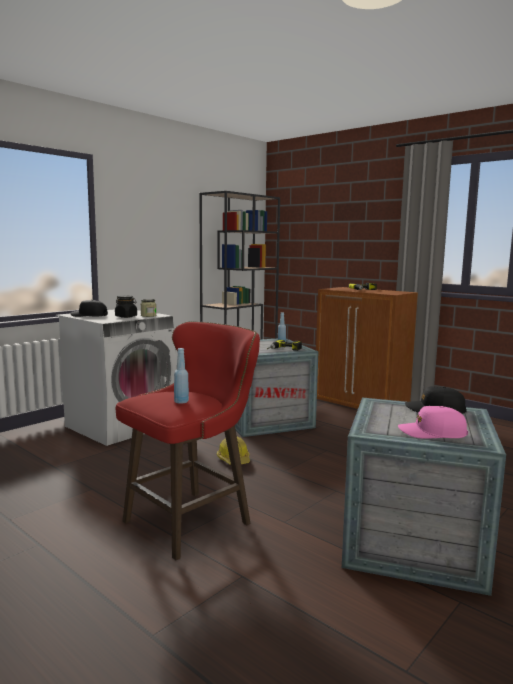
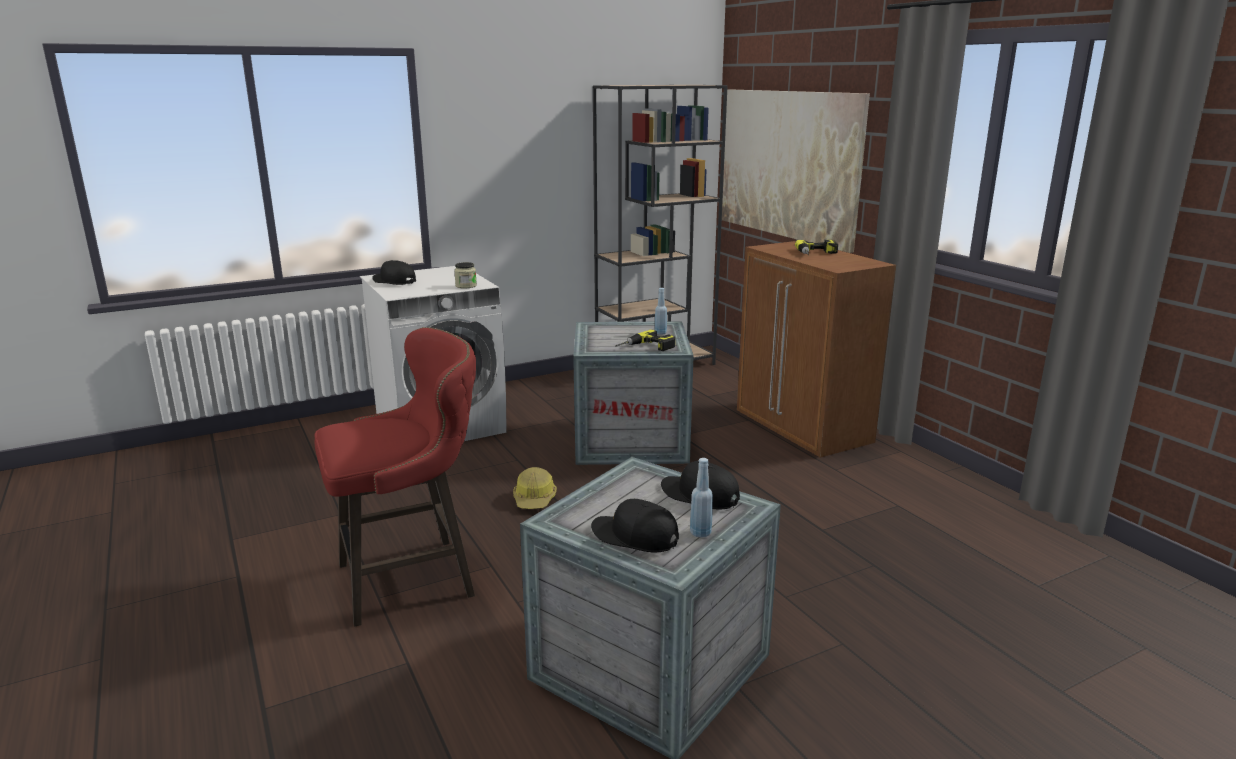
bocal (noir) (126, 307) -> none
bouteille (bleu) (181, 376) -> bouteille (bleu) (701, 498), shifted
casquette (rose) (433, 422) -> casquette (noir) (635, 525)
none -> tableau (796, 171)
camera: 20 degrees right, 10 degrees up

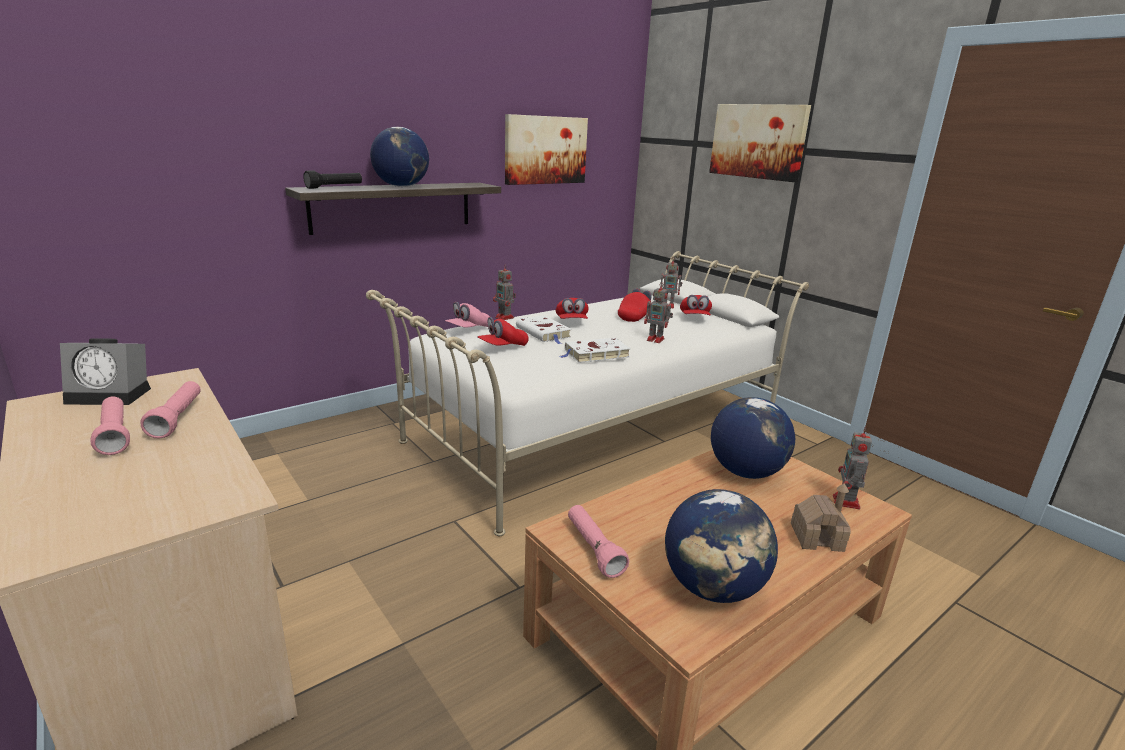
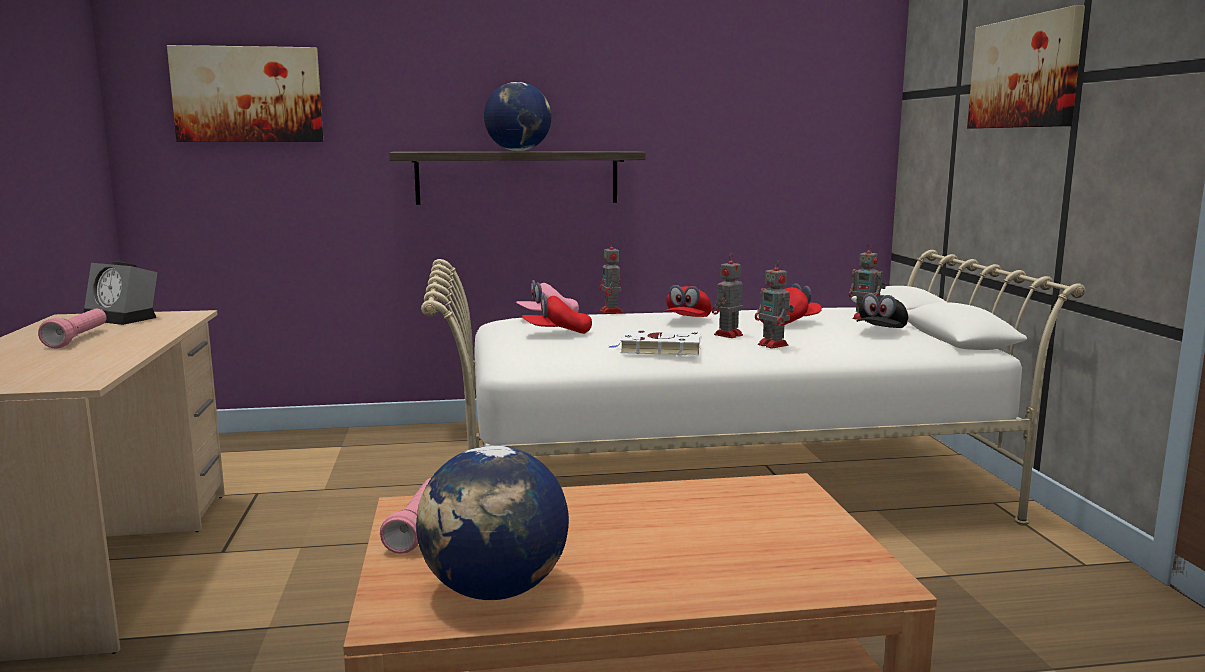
lampe de poche (rose) (170, 409) -> none
lampe de poche (noir) (332, 179) -> none
tableau (546, 149) -> tableau (245, 93), shifted
livre (blanc) (544, 329) -> none
casquette (rouge) (696, 305) -> casquette (noir) (882, 310)
globe (753, 438) -> none
maison miniature (821, 517) -> none
robot jouet (852, 467) -> robot jouet (727, 296), shifted
camera: 30 degrees right, 10 degrees down

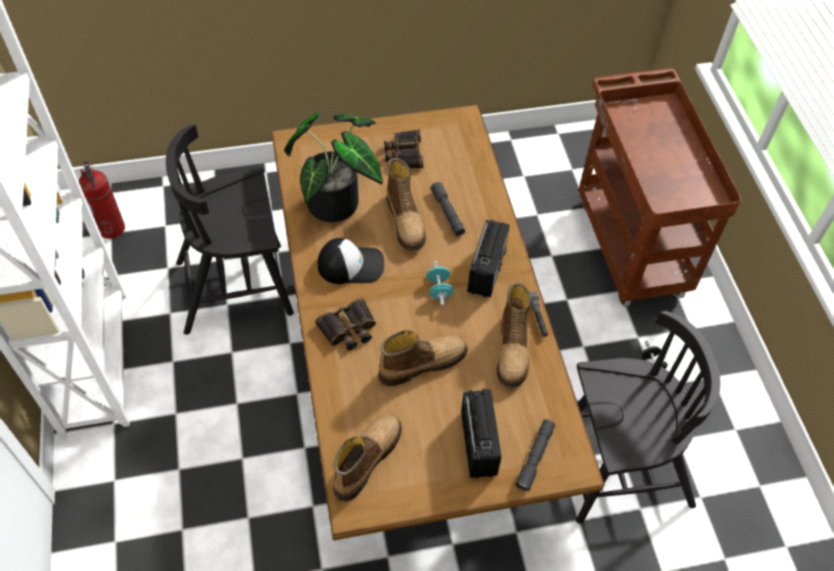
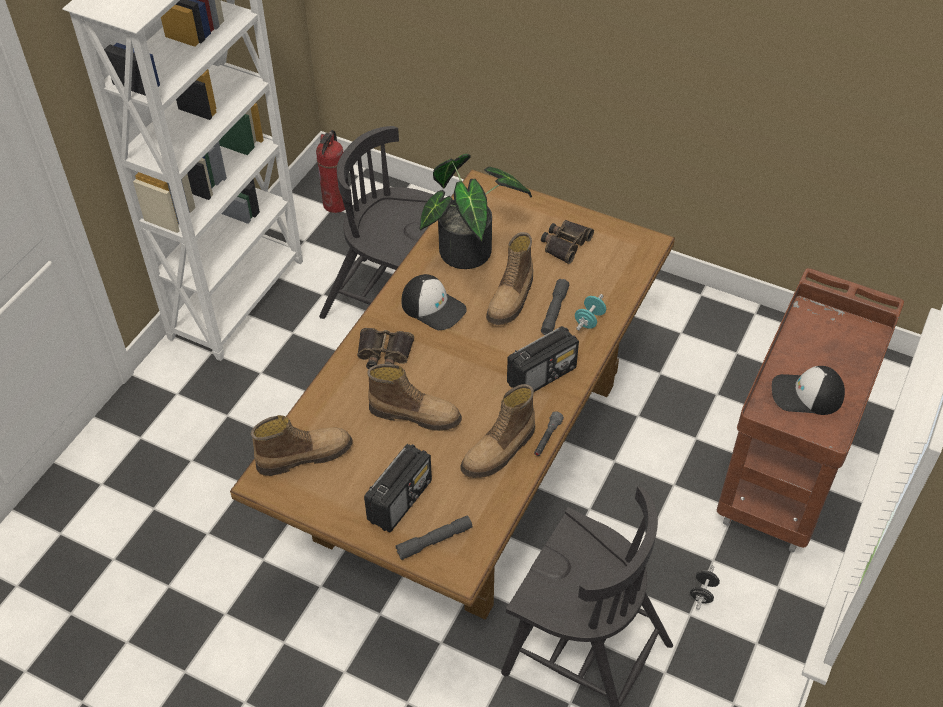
haltère (turquoise) (439, 283) -> haltère (turquoise) (590, 312), shifted
none -> casquette (808, 390)
camera: 40 degrees right, 5 degrees down

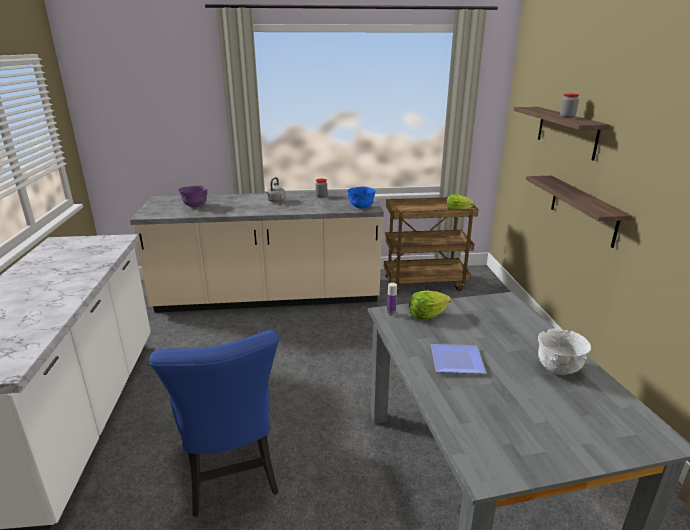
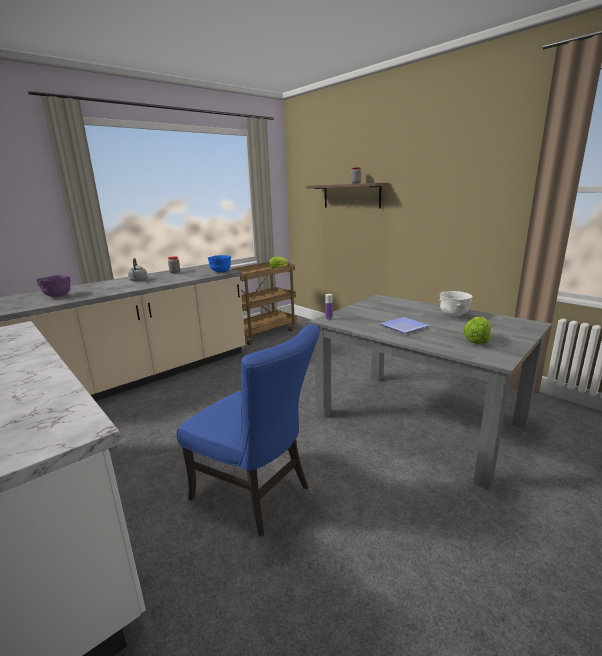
laitue (430, 305) -> laitue (477, 330), shifted
étagère (579, 212) -> none
camera: 35 degrees left, 5 degrees down

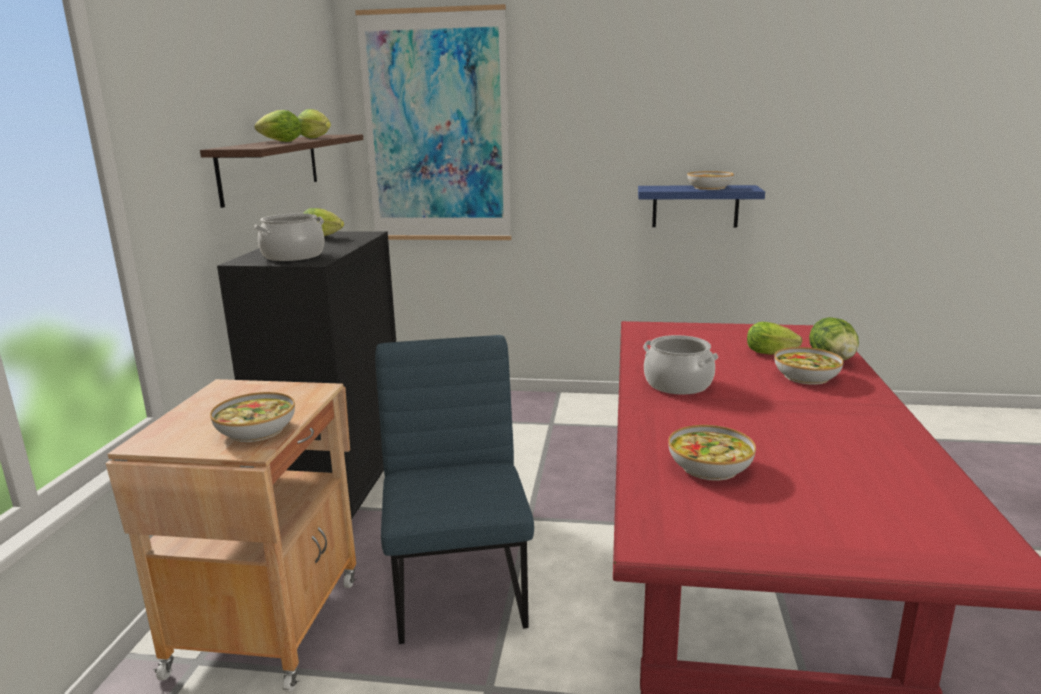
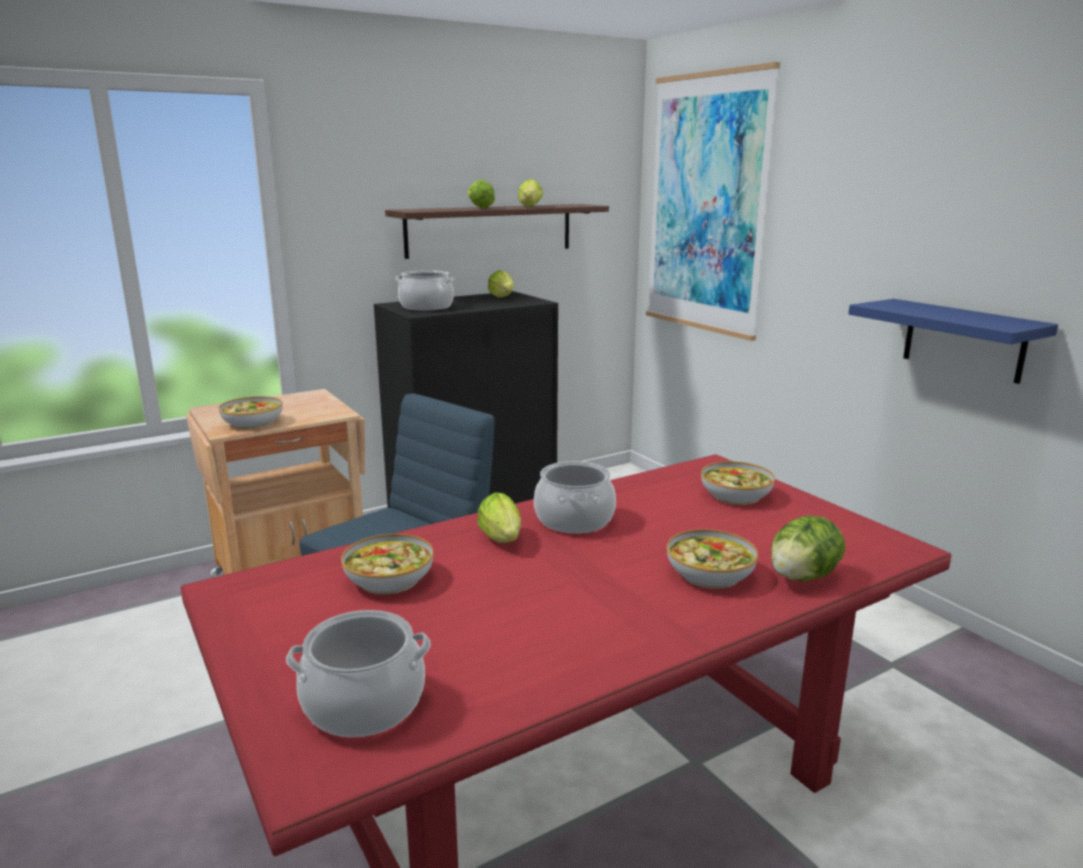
bol (710, 180) -> bol (738, 483), shifted
laitue (774, 338) -> laitue (499, 517), shifted
none -> marmite (358, 674)
camera: 50 degrees right, 0 degrees up

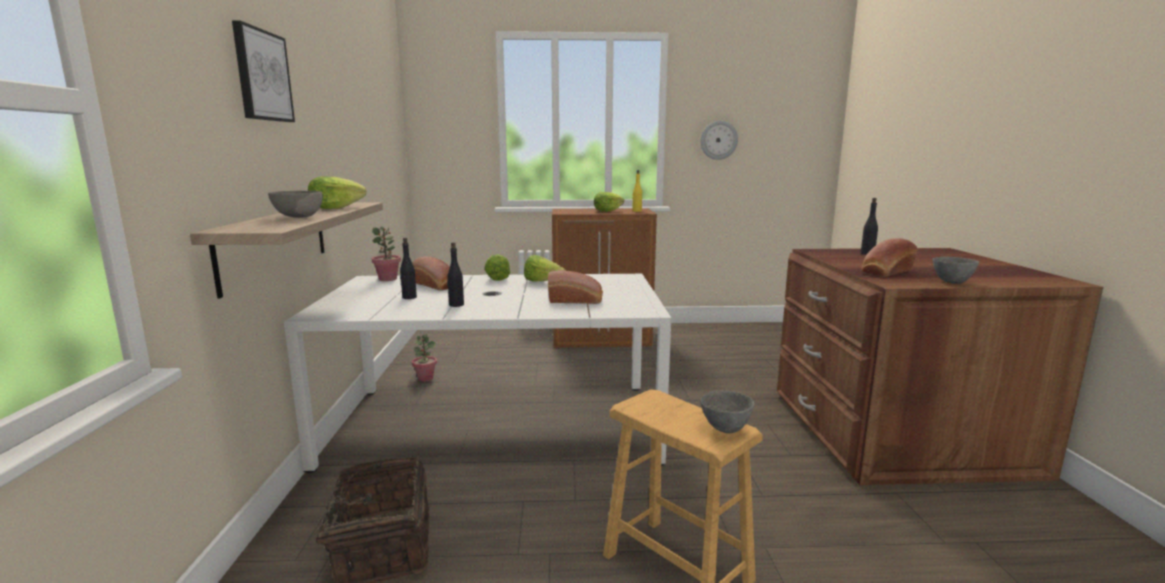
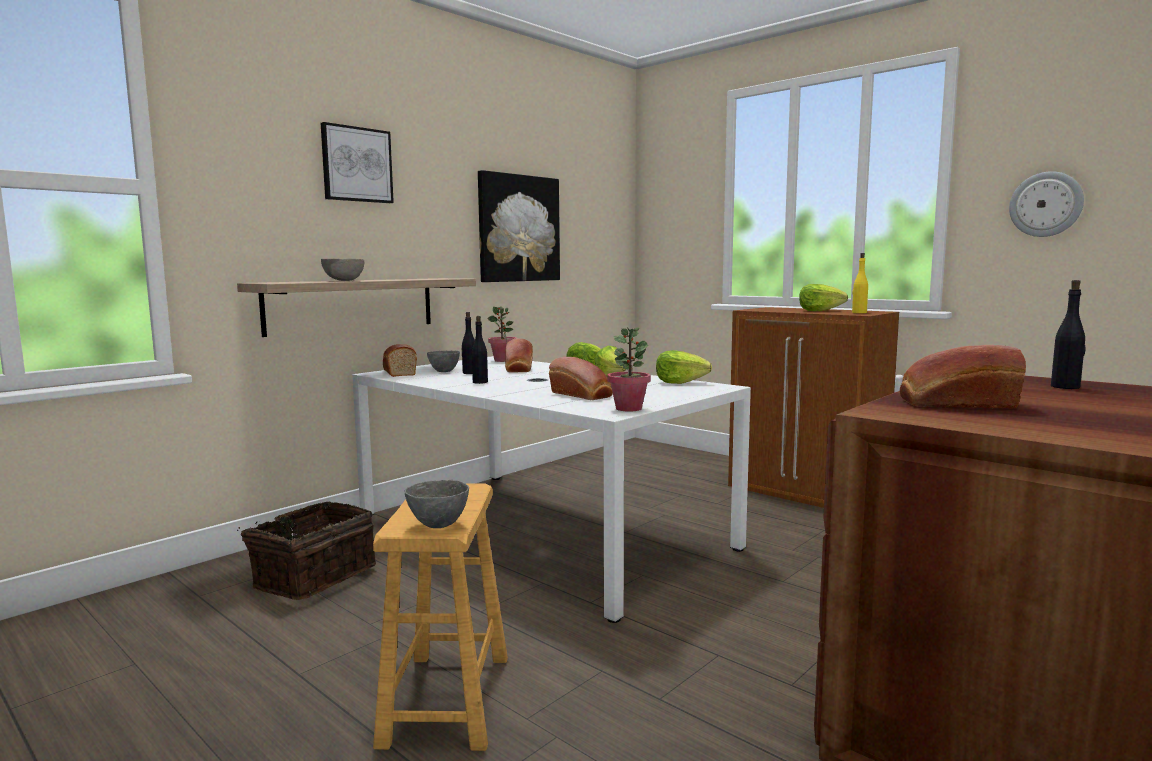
laitue (337, 192) -> laitue (684, 367), shifted
plante en pot (424, 358) -> plante en pot (629, 369), shifted
bol (gris) (956, 270) -> bol (gris) (443, 361), shifted
none -> pain (400, 360)
none -> tableau (519, 226)
camera: 45 degrees right, 5 degrees down

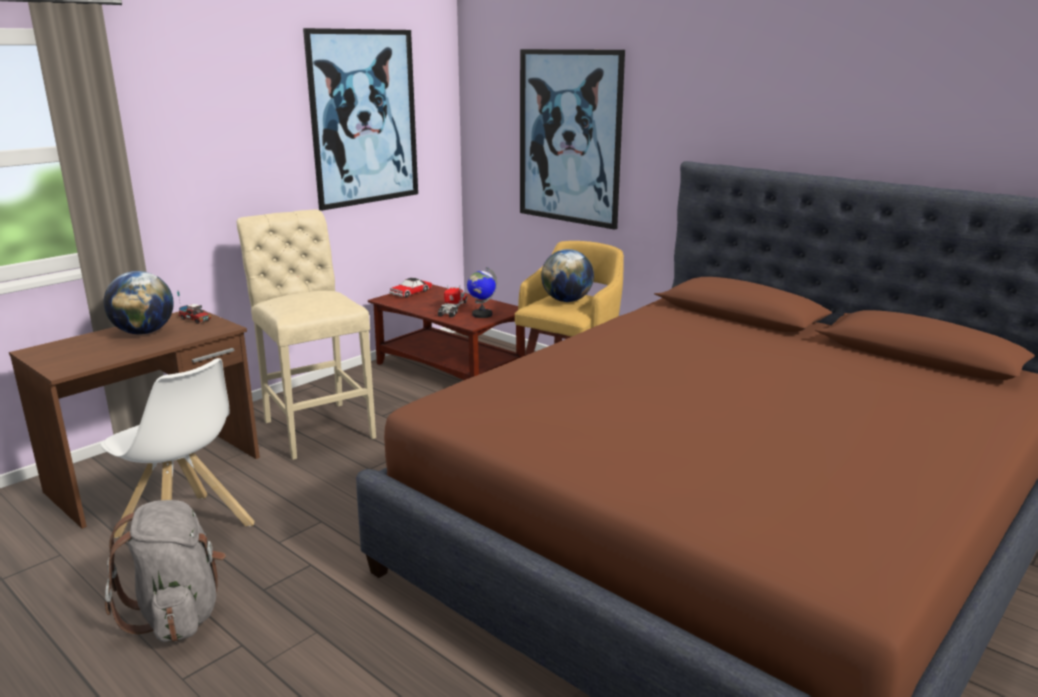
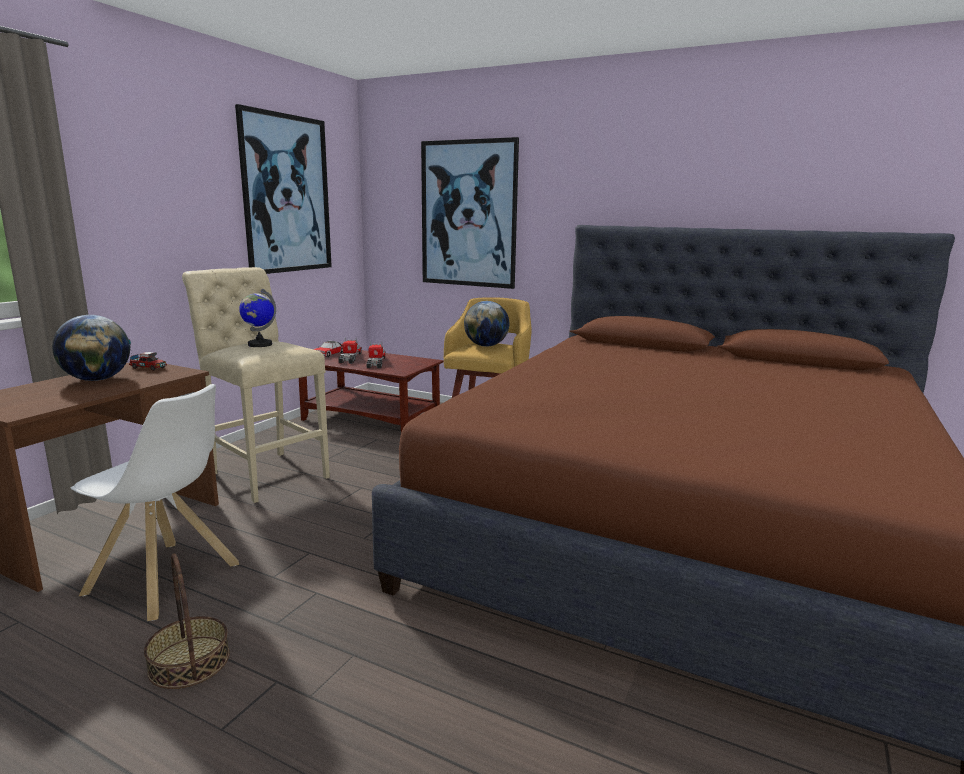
sac à dos (gris) (165, 571) -> panier (187, 621)
globe (482, 292) -> globe (257, 318), shifted
none -> camion jouet (350, 351)
camera: 15 degrees left, 5 degrees down

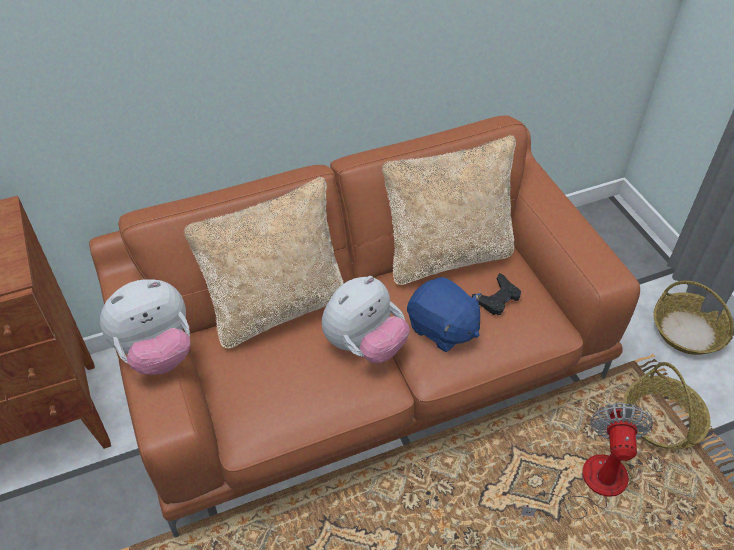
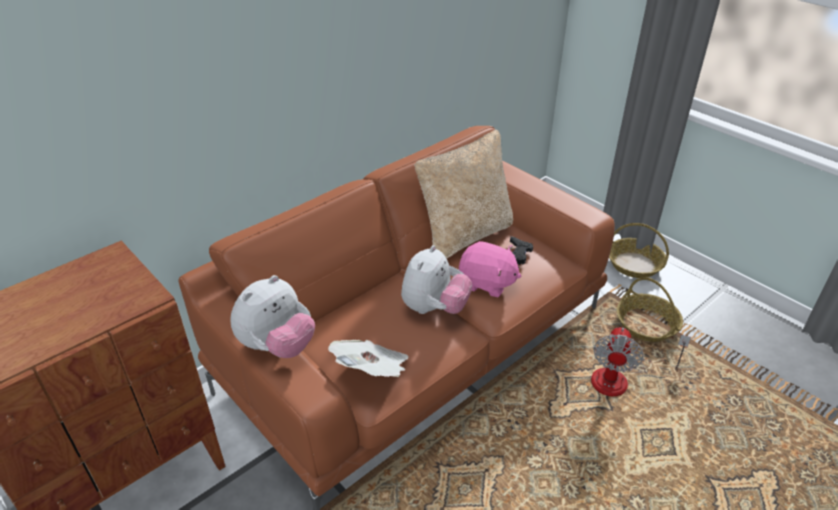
coussin (beige) (264, 262) -> none
peluche (bleu) (444, 314) -> peluche (rose) (490, 269)
ventilateur (587, 461) -> ventilateur (641, 361), 150 degrees counterclockwise
none -> journal (368, 358)
camera: 20 degrees left, 10 degrees down

